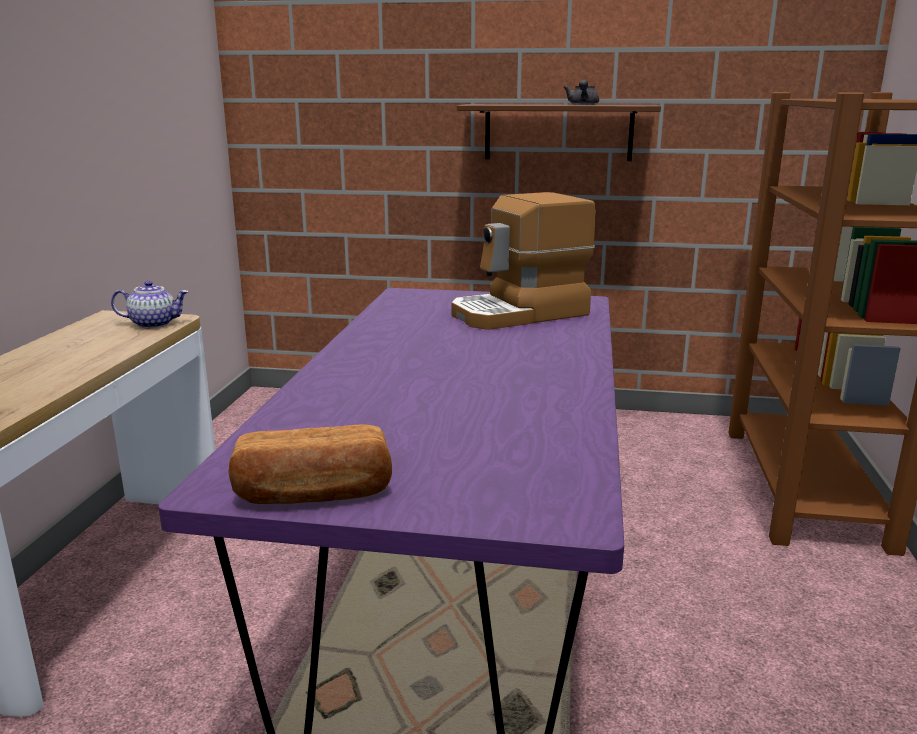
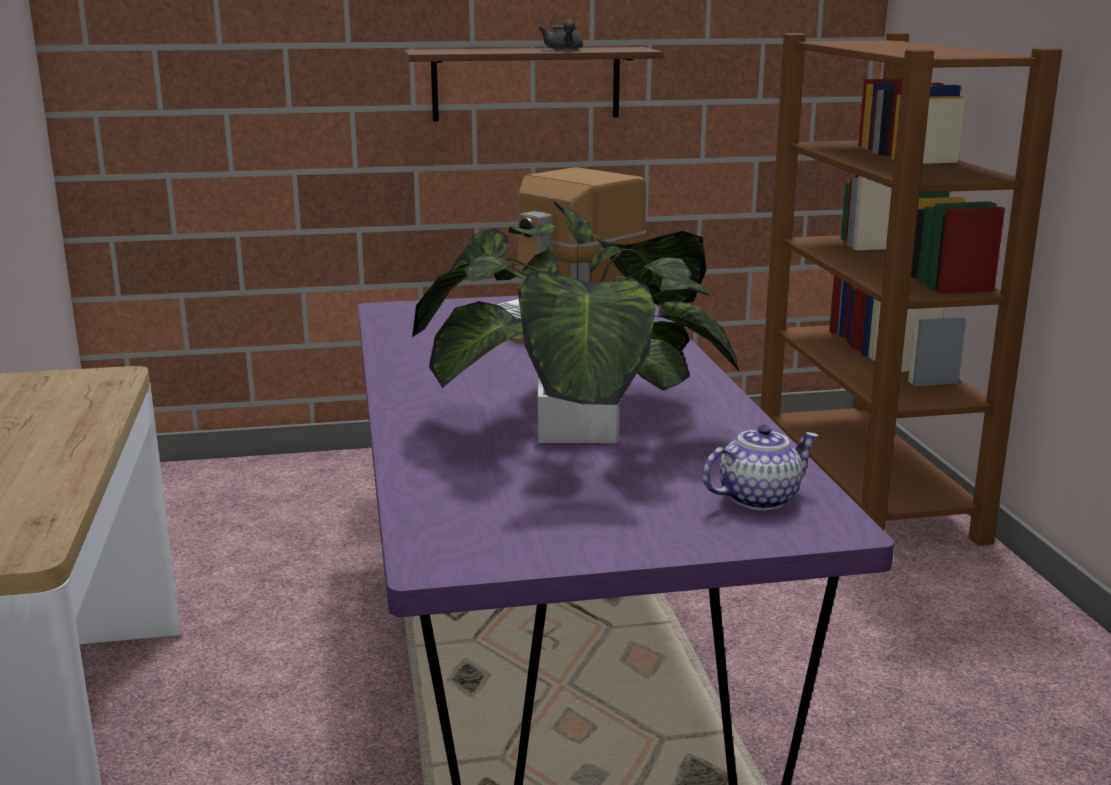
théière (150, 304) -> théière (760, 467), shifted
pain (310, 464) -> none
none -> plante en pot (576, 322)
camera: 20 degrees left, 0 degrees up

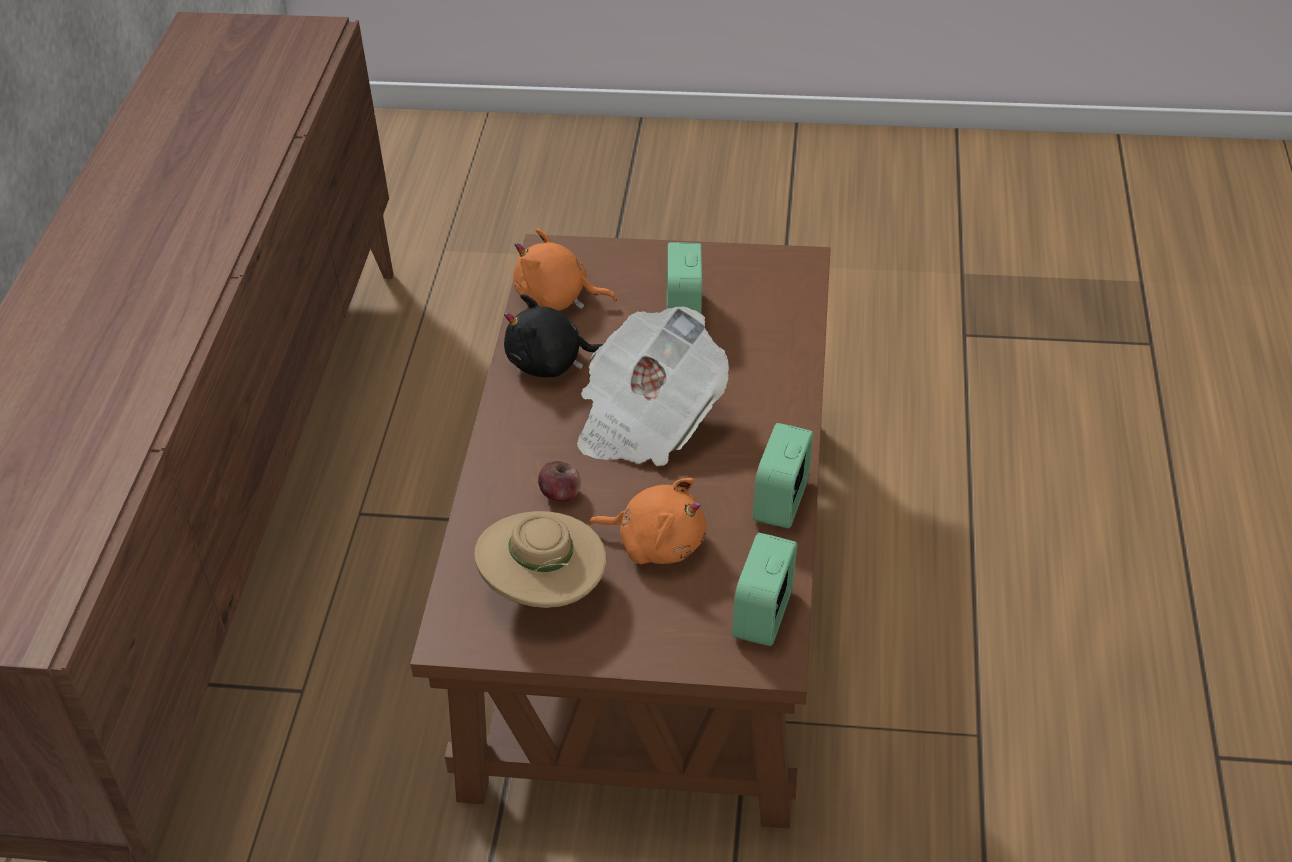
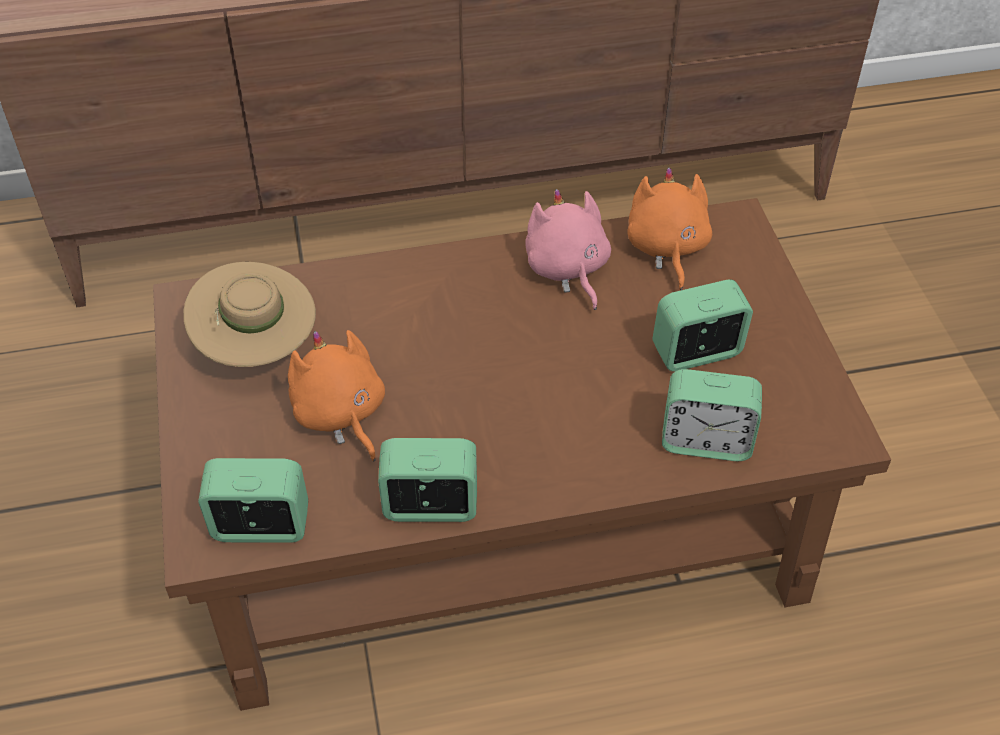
peluche (noir) (553, 335) -> peluche (rose) (568, 249)
pomme (559, 481) -> none
journal (653, 386) -> none
peluche (orange) (647, 521) -> peluche (orange) (336, 395), 150 degrees clockwise
none -> réveil (712, 415)
camera: 70 degrees right, 5 degrees up

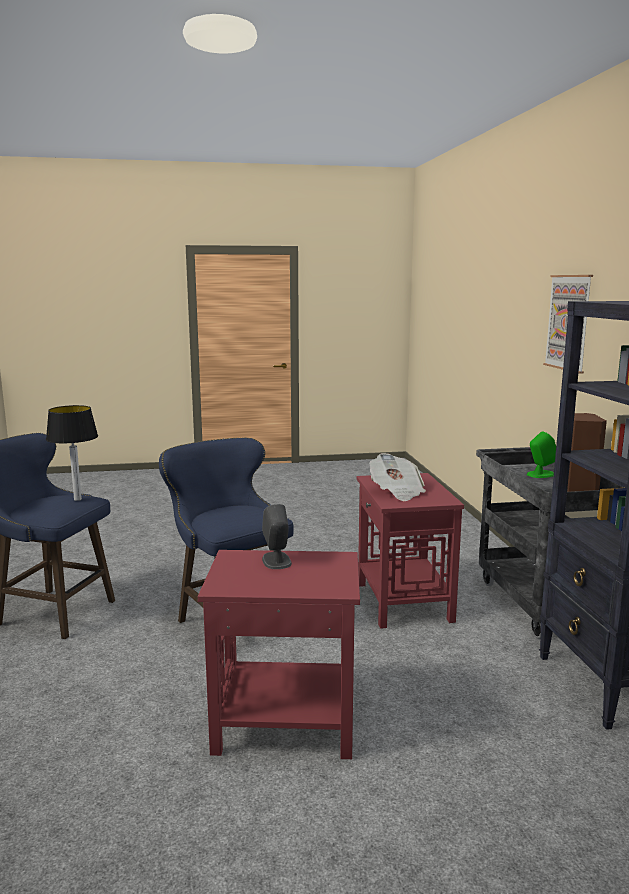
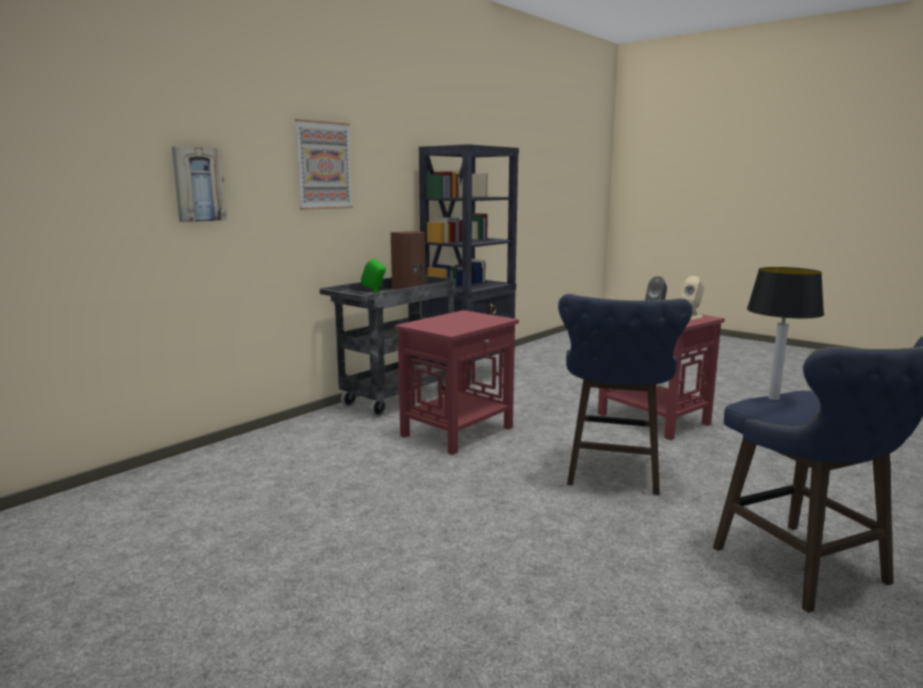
journal (397, 477) -> none
none -> tableau (199, 184)
none -> enceinte (beige) (692, 298)
camera: 130 degrees left, 0 degrees up

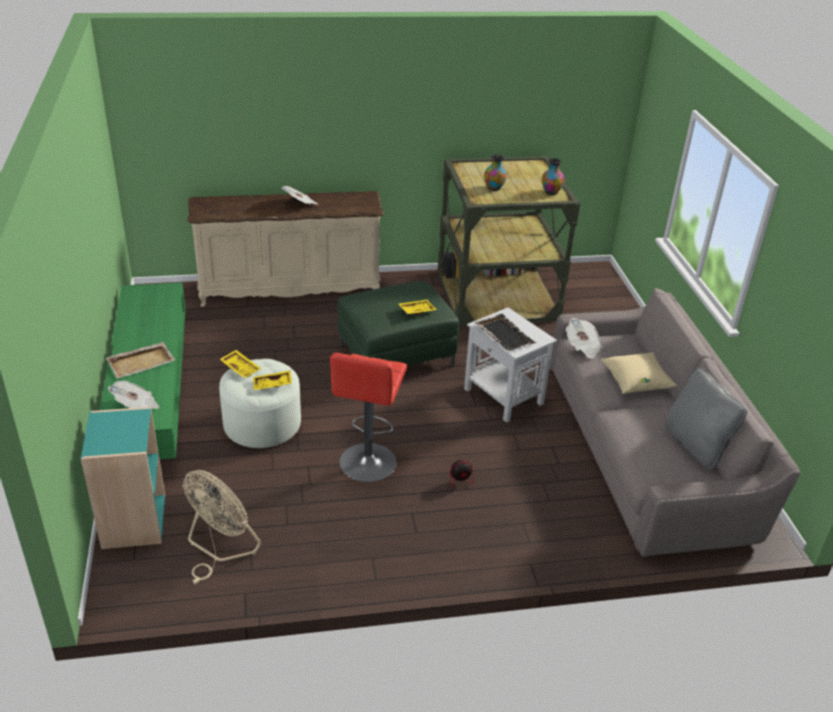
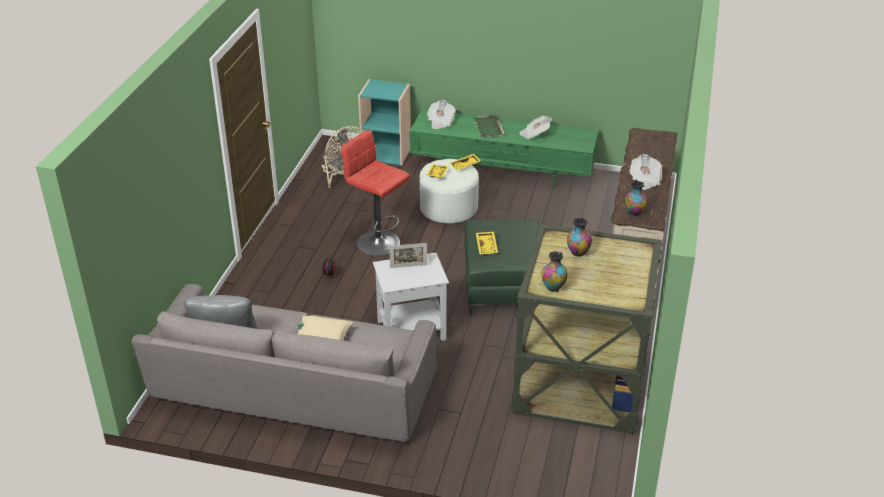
plateau (beige) (140, 360) -> plateau (vert) (489, 126)
plateau (noir) (505, 332) -> cadre photo (408, 255)
journal (584, 338) -> journal (535, 127), shifted
none -> vase (636, 198)
camera: 115 degrees right, 0 degrees up

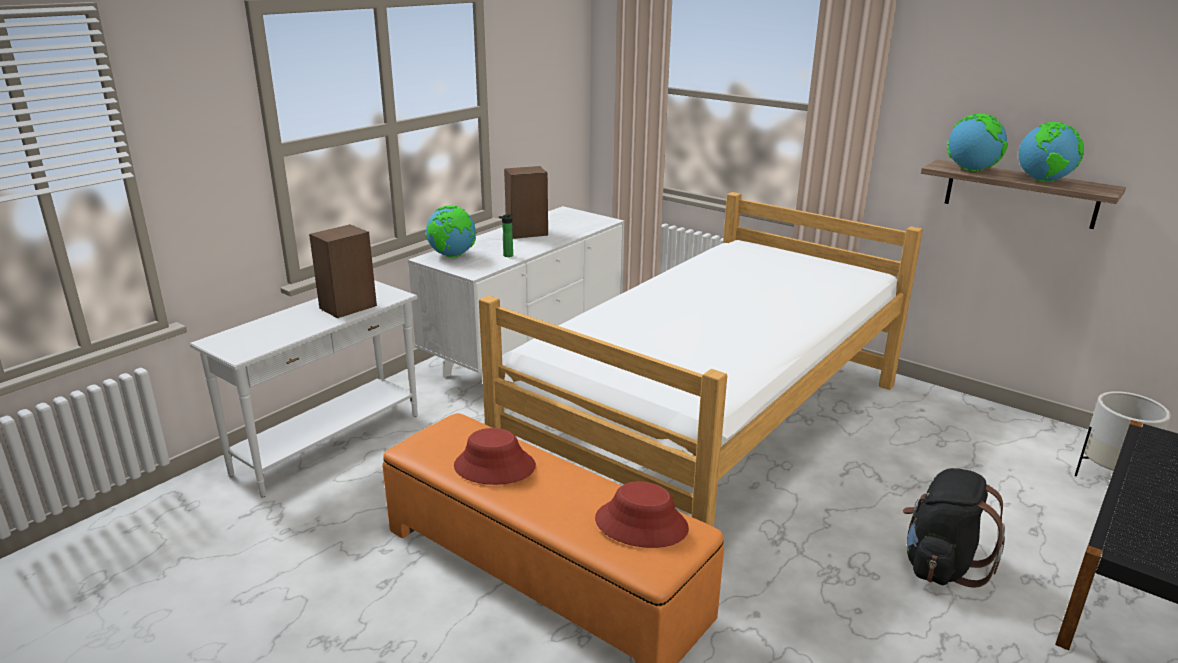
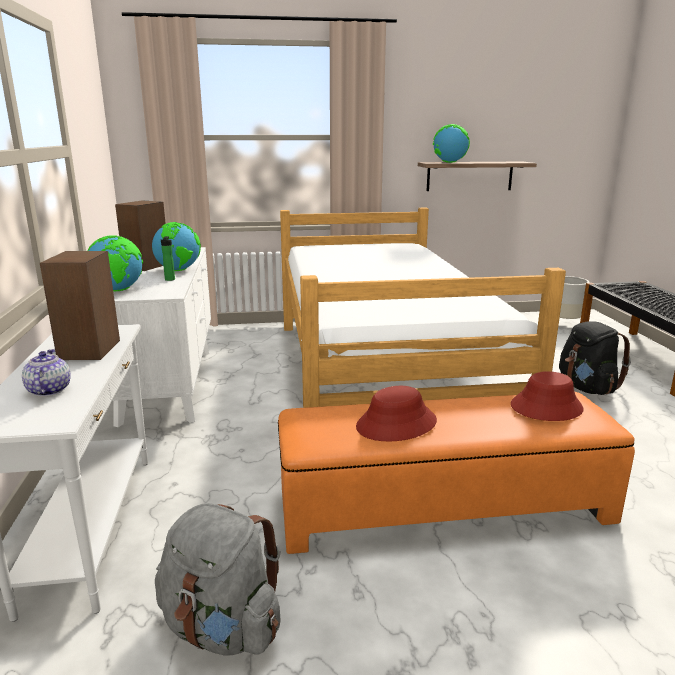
globe (1051, 152) -> globe (176, 246), shifted
none -> théière (46, 373)
none -> sac à dos (gris) (217, 579)
camera: 45 degrees left, 5 degrees down

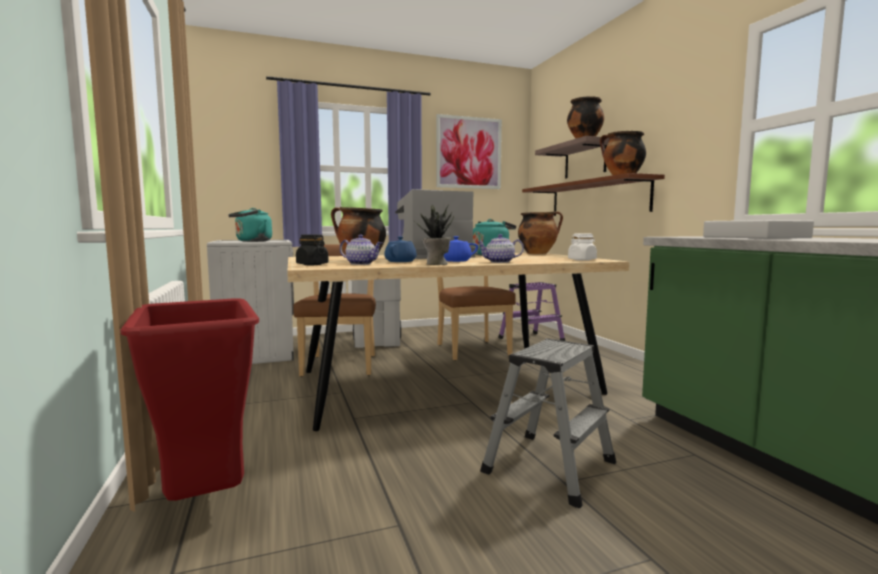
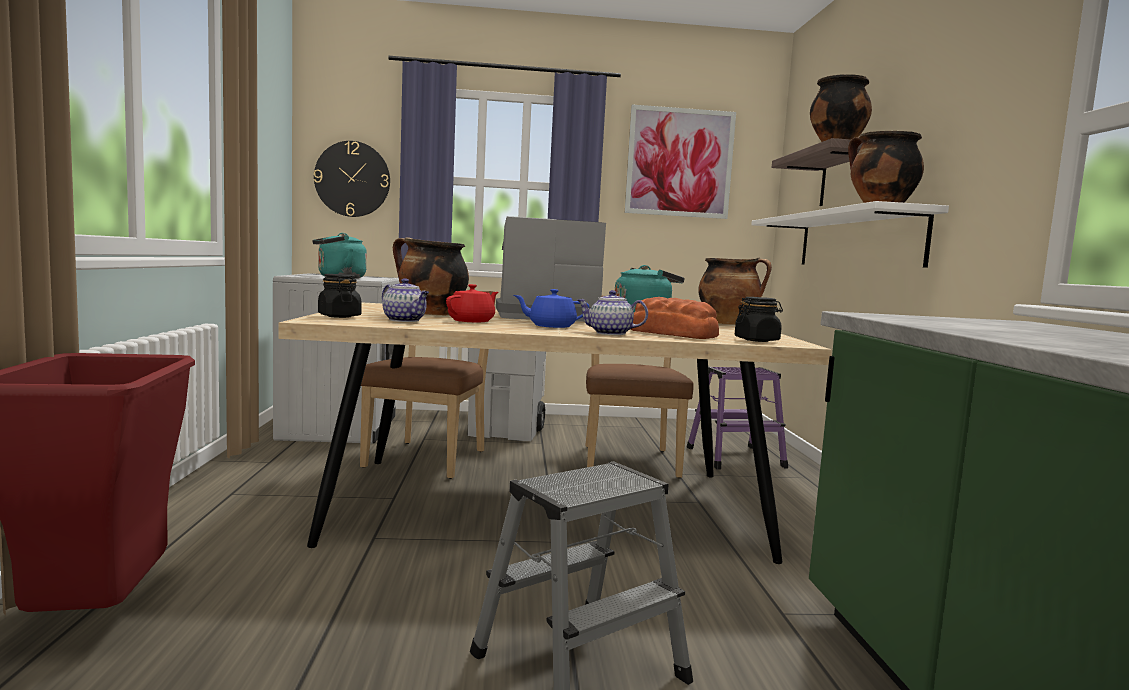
théière (bleu) (400, 249) -> théière (rouge) (472, 303)
plante en pot (433, 235) -> none
étagère (marron) (593, 194) -> étagère (blanc) (850, 234)
bocal (blanc) (582, 247) -> bocal (noir) (759, 319)
plateau (gris) (758, 229) -> none
none -> horloge murale (352, 179)
none -> pain (675, 318)
camera: 15 degrees right, 0 degrees up

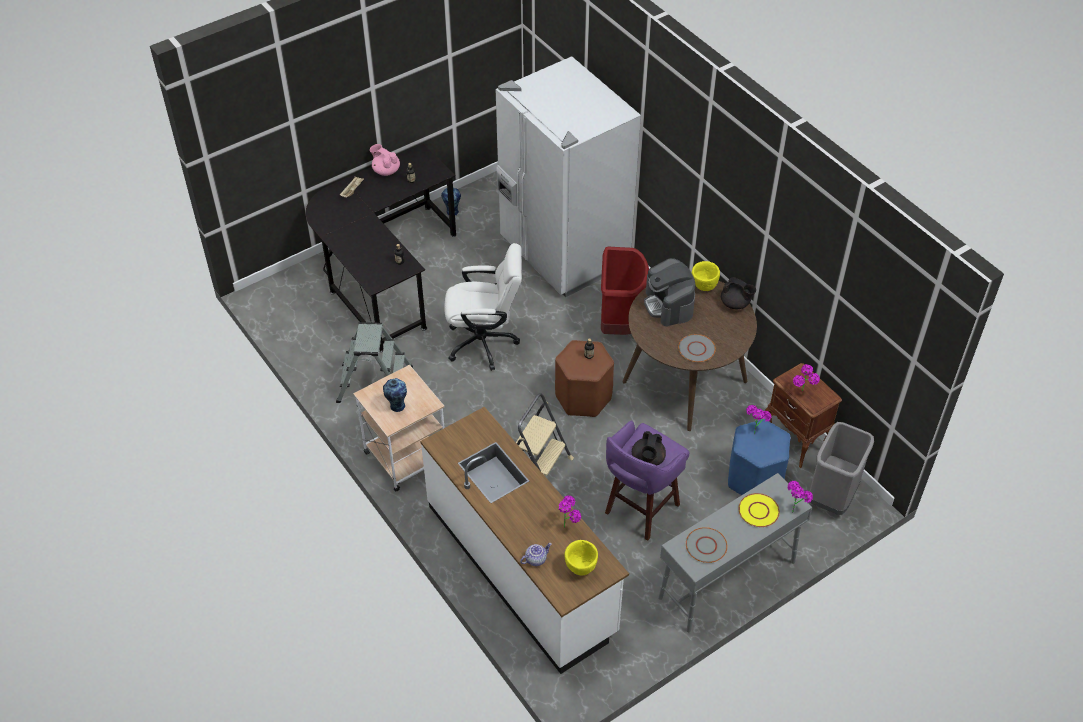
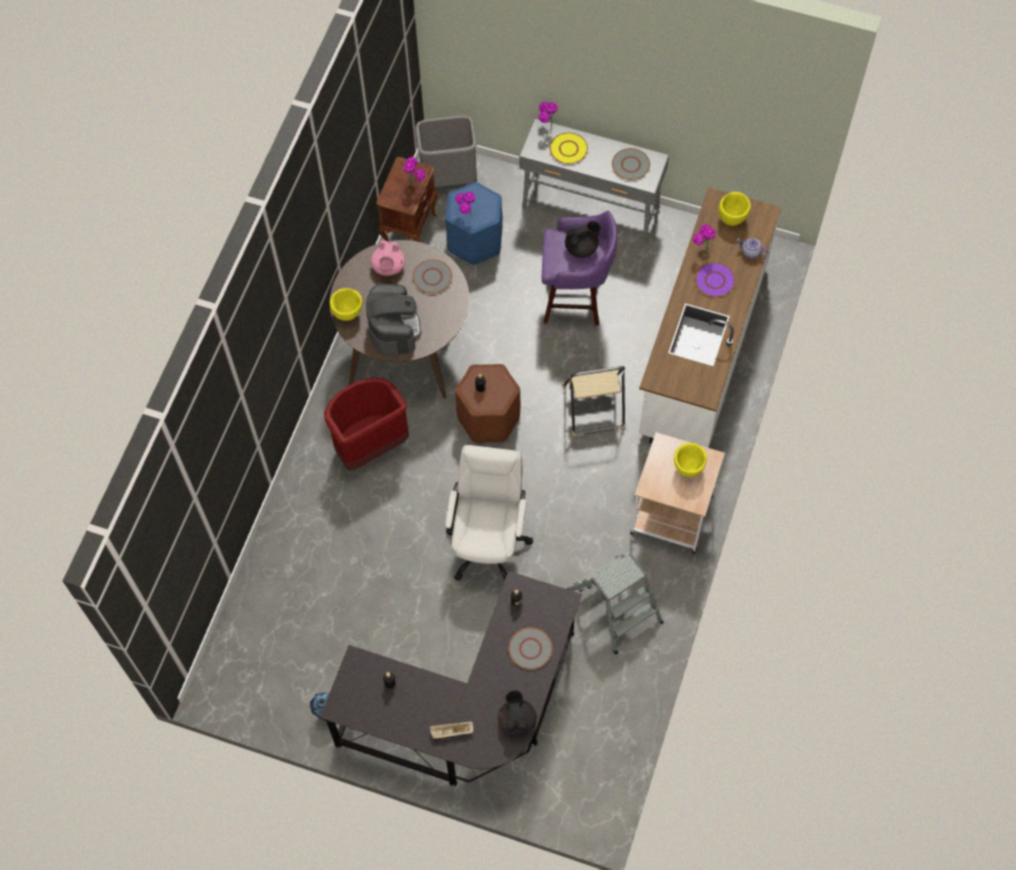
théière (rose) (385, 160) -> théière (rose) (388, 258), shifted
vase (395, 395) -> bol (jaune) (690, 460)
chaise de bureau (blanc) (483, 307) -> chaise de bureau (blanc) (489, 513), 45 degrees clockwise
réfrigérateur (blanc) (568, 176) -> none
machine à café (670, 292) -> machine à café (393, 320), 45 degrees counterclockwise
théière (noir) (738, 293) -> théière (noir) (517, 713), shifted
none -> assiette (gris) (531, 648)
none -> assiette (violet) (715, 280)
camera: 125 degrees left, 15 degrees up

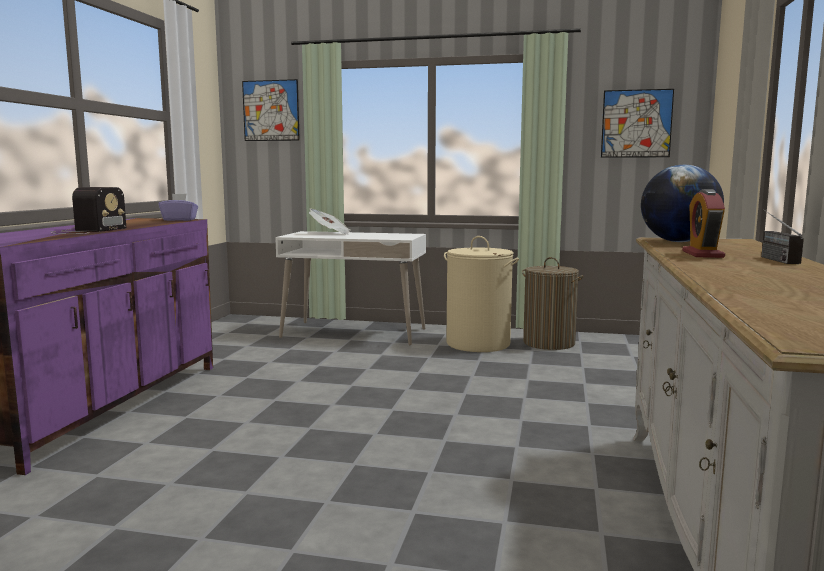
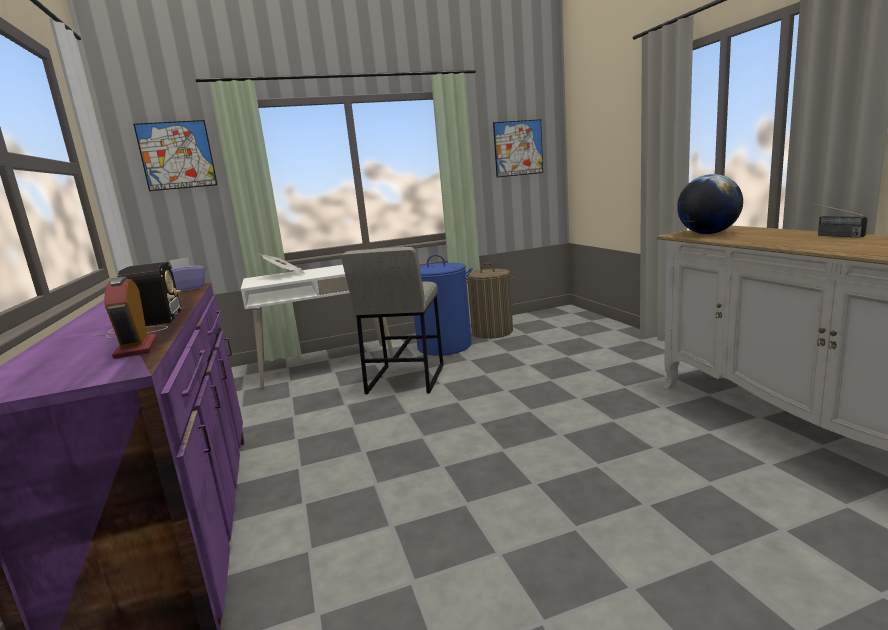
panier à linge (beige) (481, 294) -> panier à linge (bleu) (443, 305)
réveil (703, 223) -> réveil (131, 317), shifted
none -> chaise (gris) (393, 320)
camera: 30 degrees left, 5 degrees up

